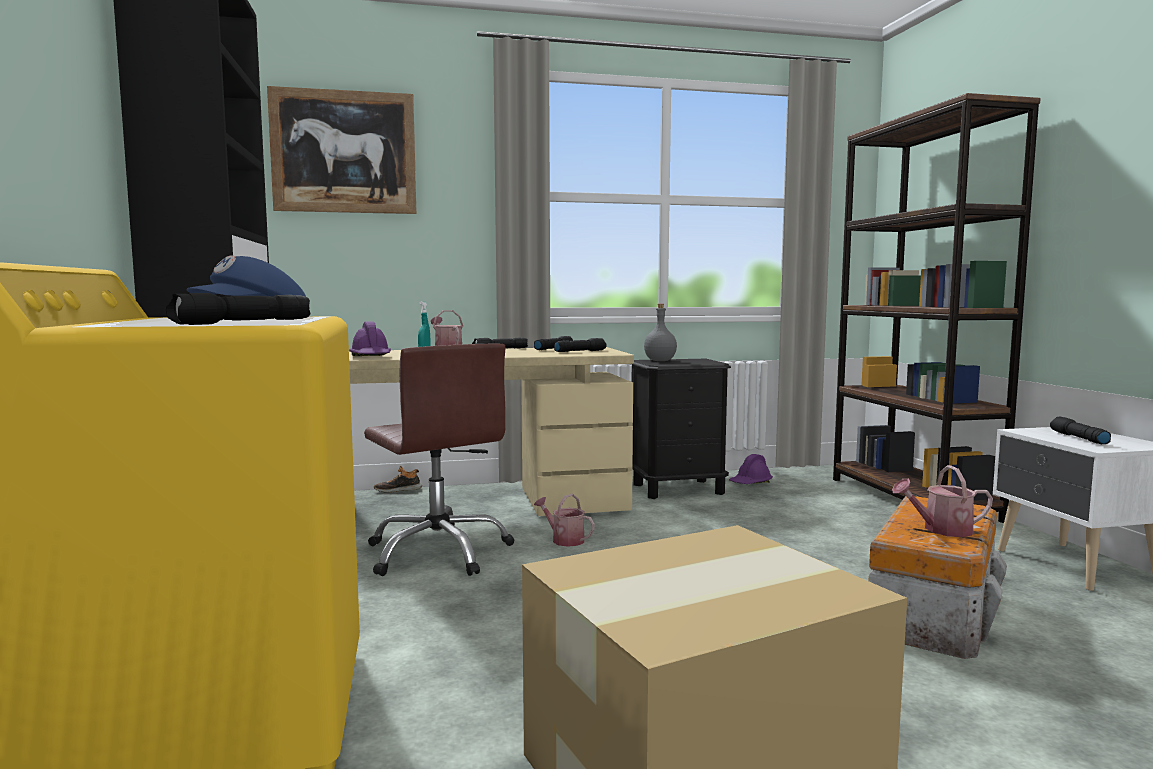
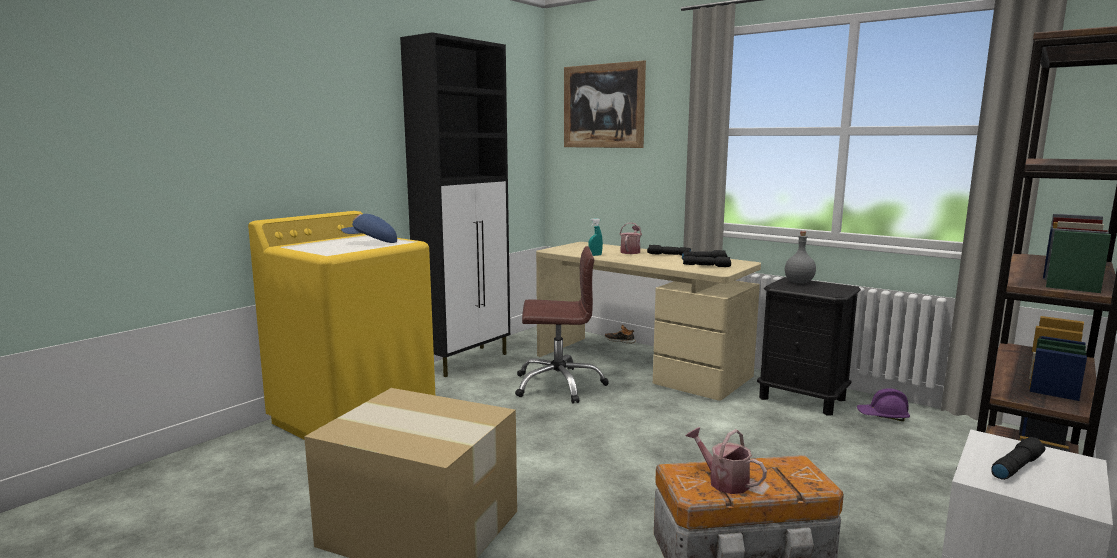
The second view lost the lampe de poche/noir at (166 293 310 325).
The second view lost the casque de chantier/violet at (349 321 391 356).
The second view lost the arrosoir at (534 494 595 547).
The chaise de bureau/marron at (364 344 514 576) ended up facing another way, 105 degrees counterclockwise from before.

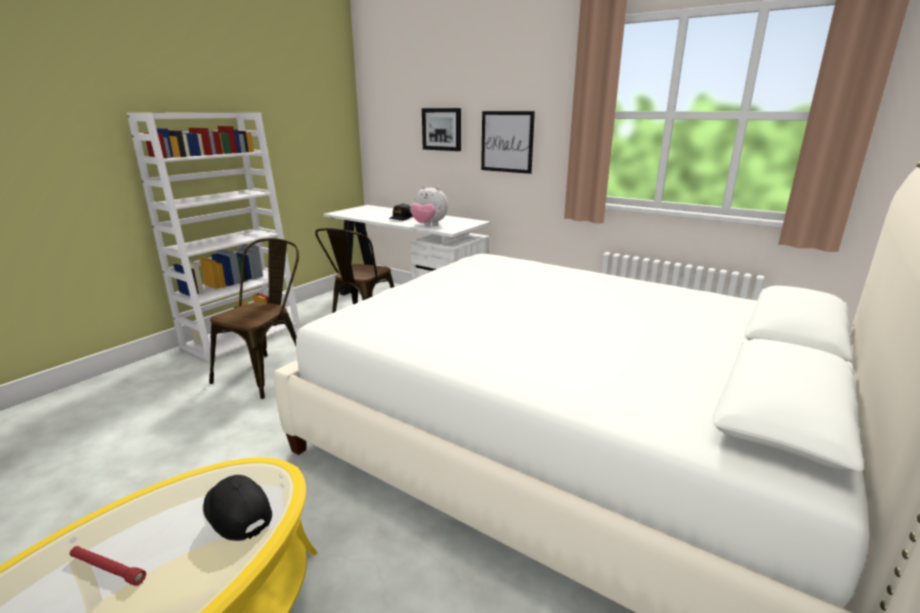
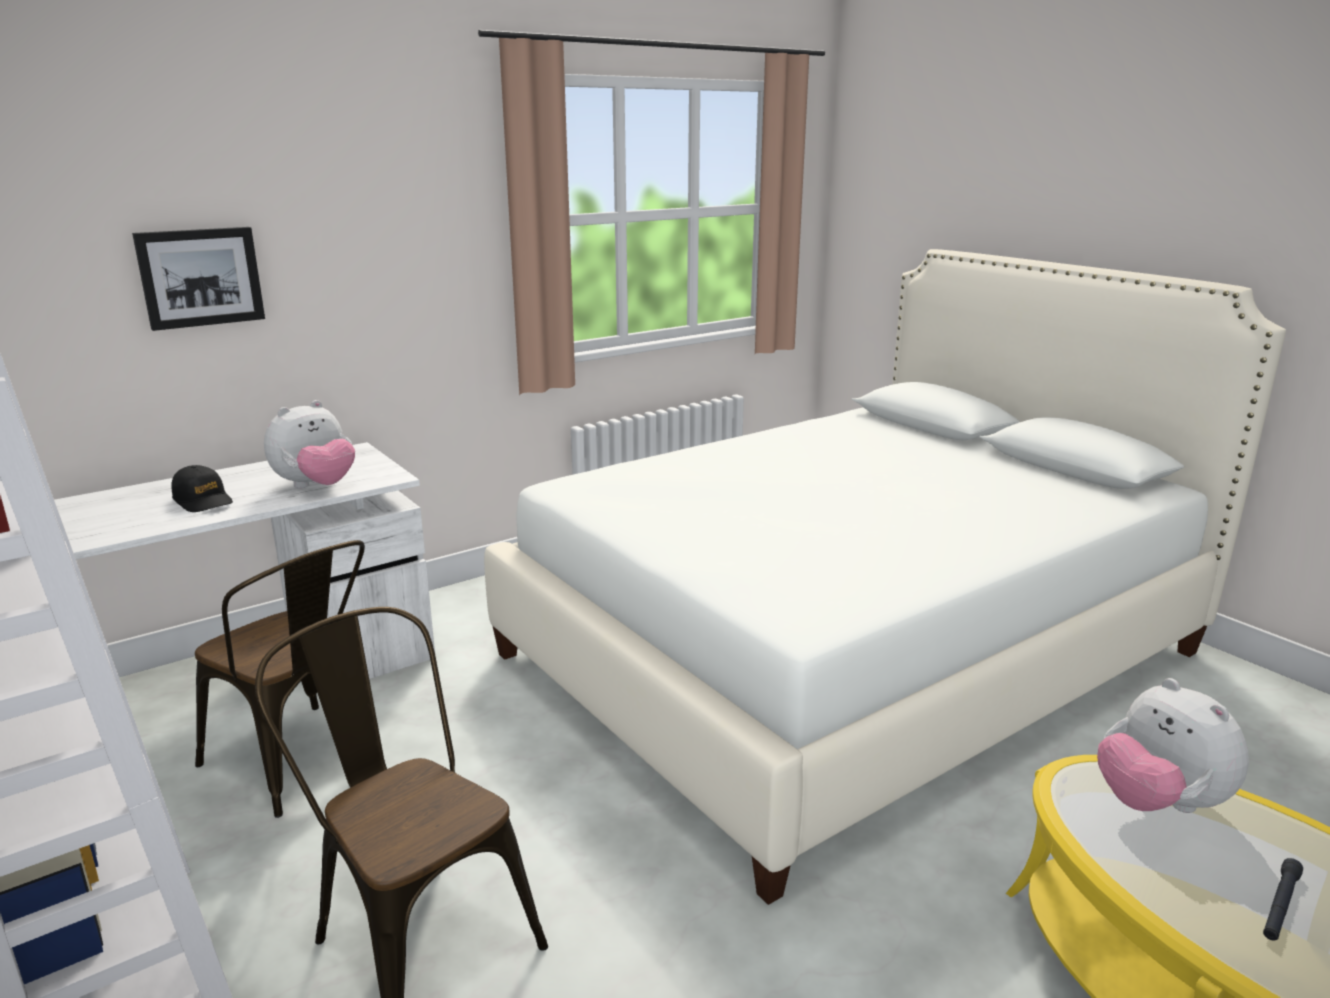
The second view lost the tableau at (481 111 535 174).
Where the casquette/noir stood at (203 475 272 541), the peluche came to stand at (1097 678 1249 813).
What was the lampe de poche/rouge at (70 546 146 586) turned into the lampe de poche/noir at (1263 858 1303 941).

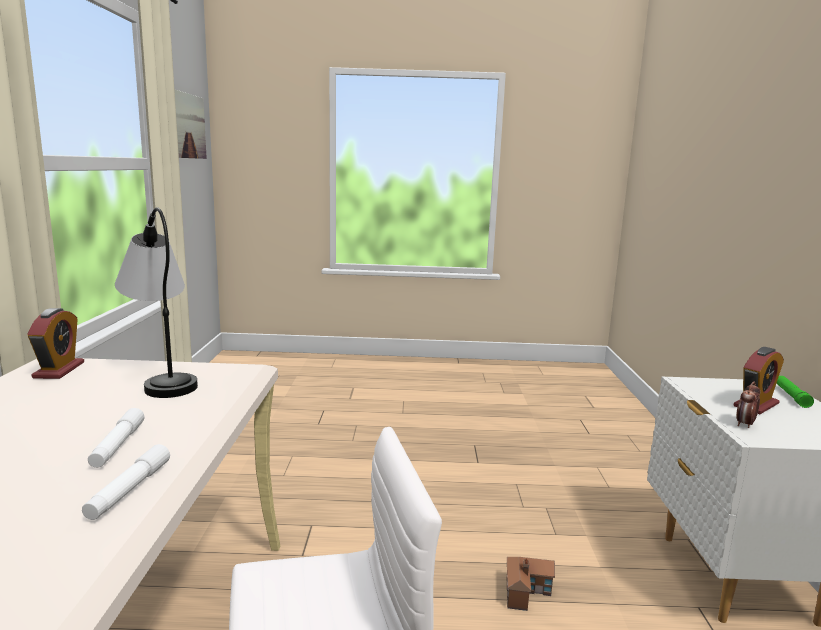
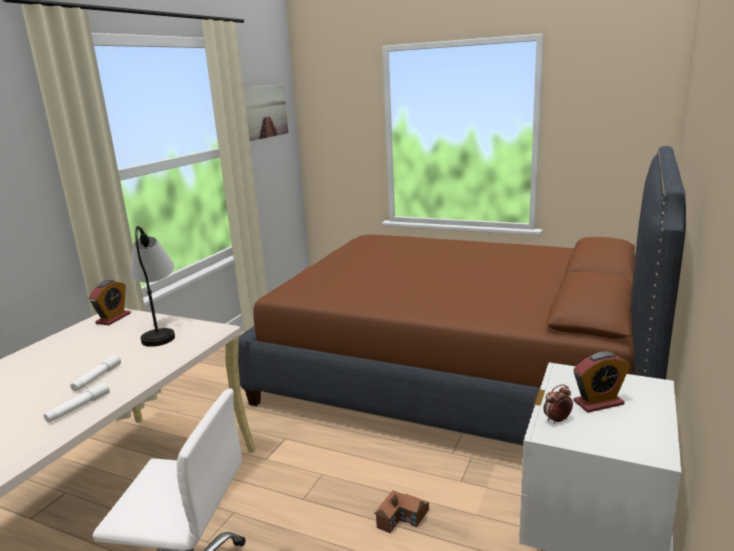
The second view lost the lampe de poche/vert at (776 376 814 408).
The second view gained the lit/marron at (238 146 686 445).

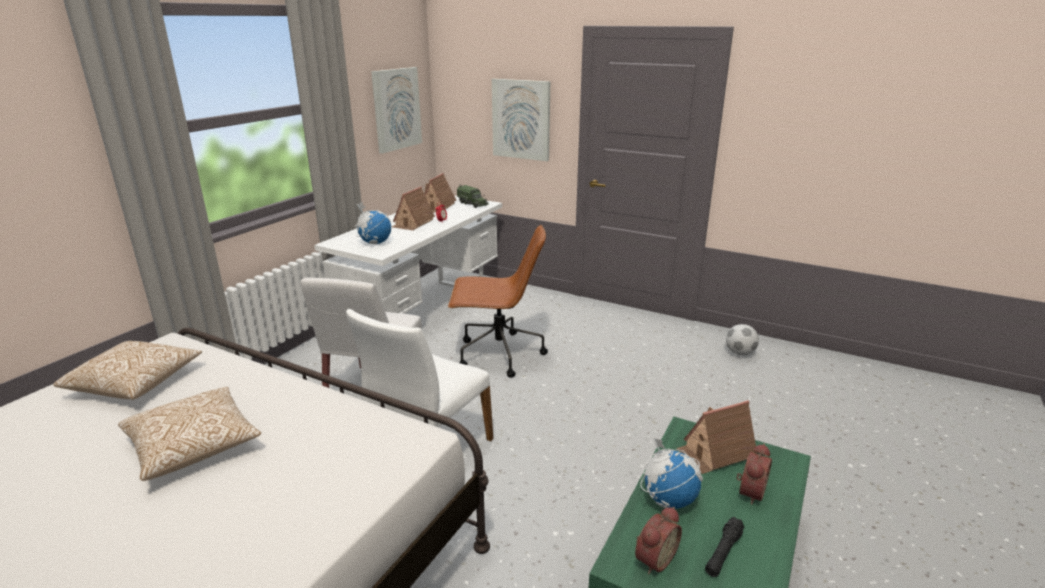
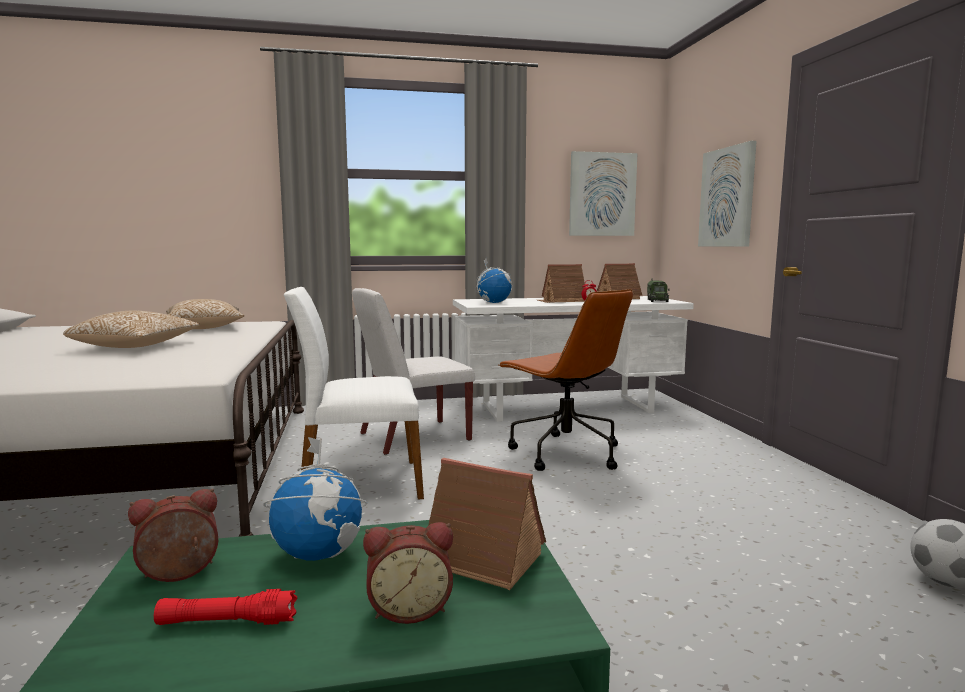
What was the lampe de poche/noir at (705 517 745 577) turned into the lampe de poche/rouge at (154 589 297 625).
The réveil at (635 507 682 574) ended up facing another way, 150 degrees clockwise from before.

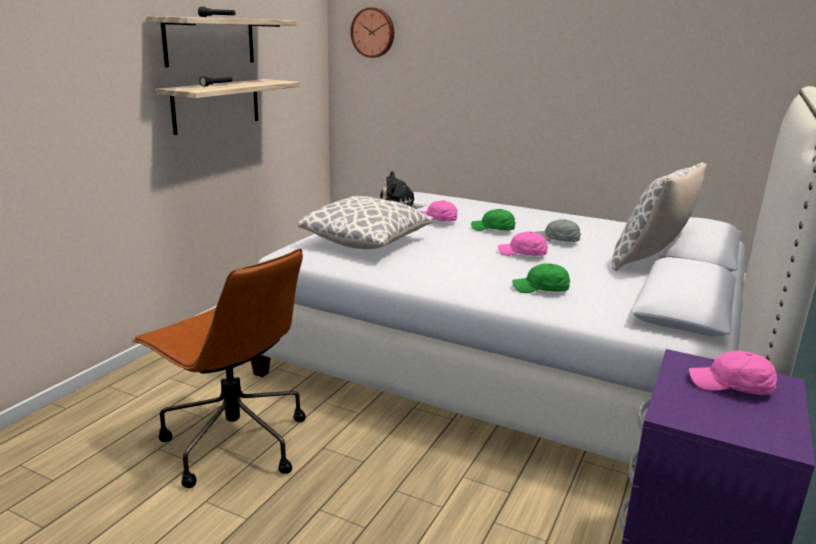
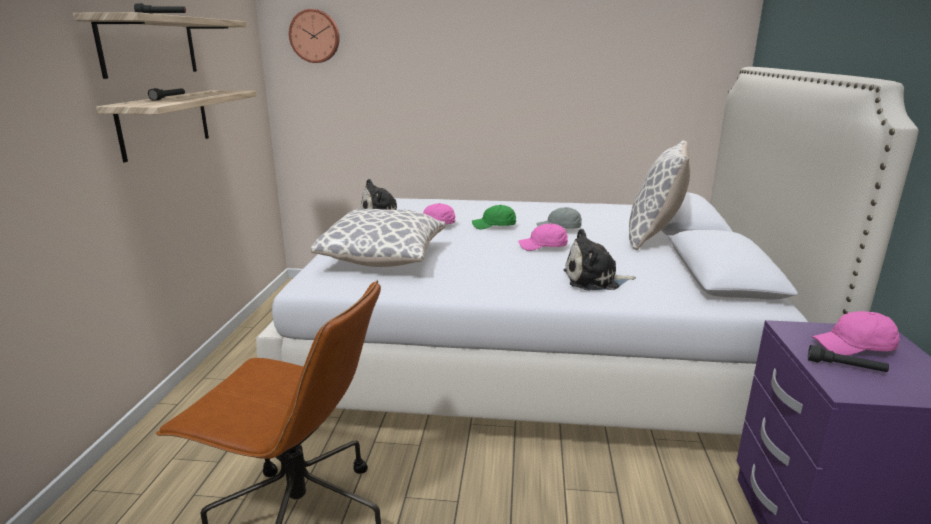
The second view gained the lampe de poche/noir at (808 345 889 372).
Where the casquette/vert stood at (512 263 570 293), the peluche came to stand at (564 229 636 290).

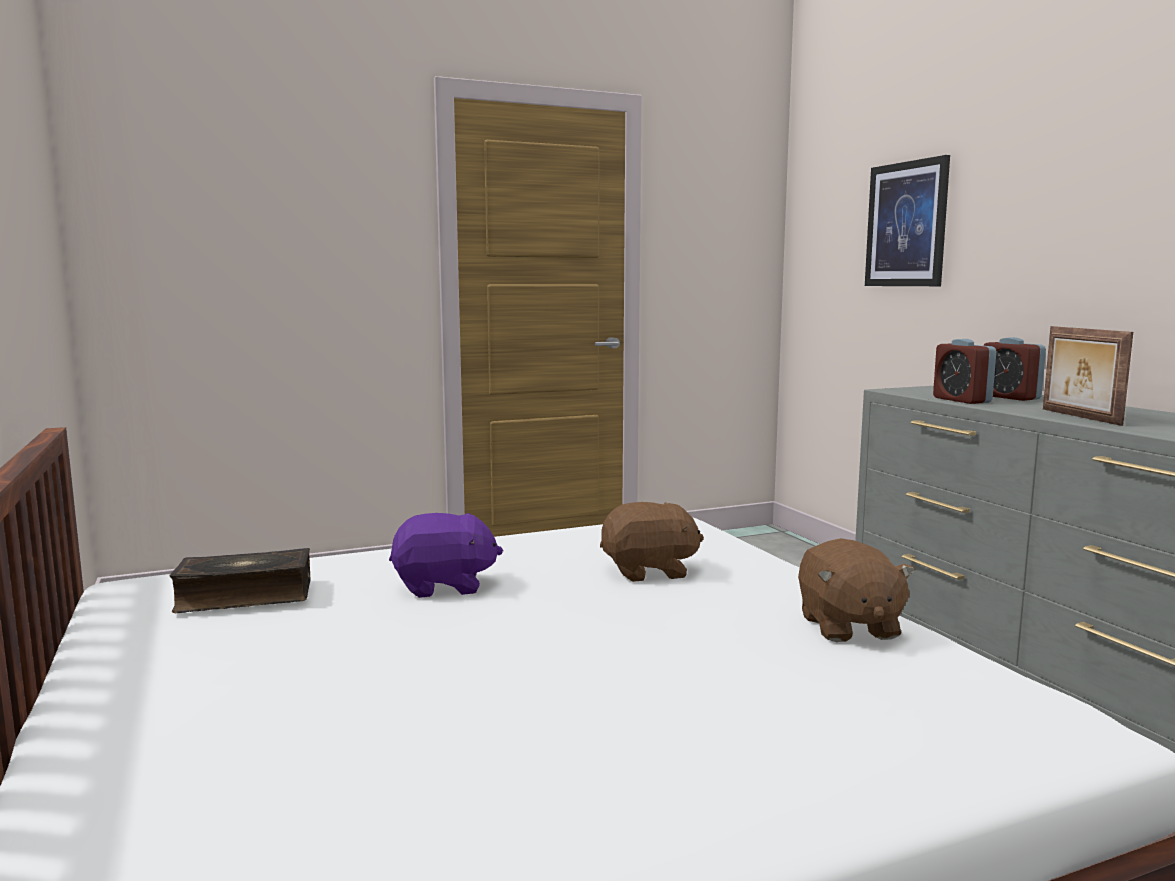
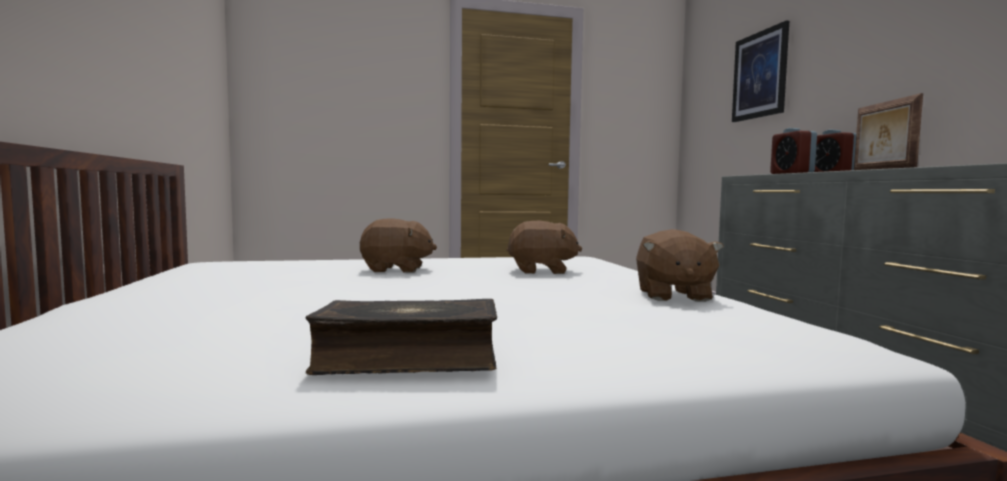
The livre ended up elsewhere, having gone from (169 548 311 613) to (305 299 497 375).
What was the peluche/violet at (389 513 503 598) turned into the peluche/marron at (360 218 437 273).

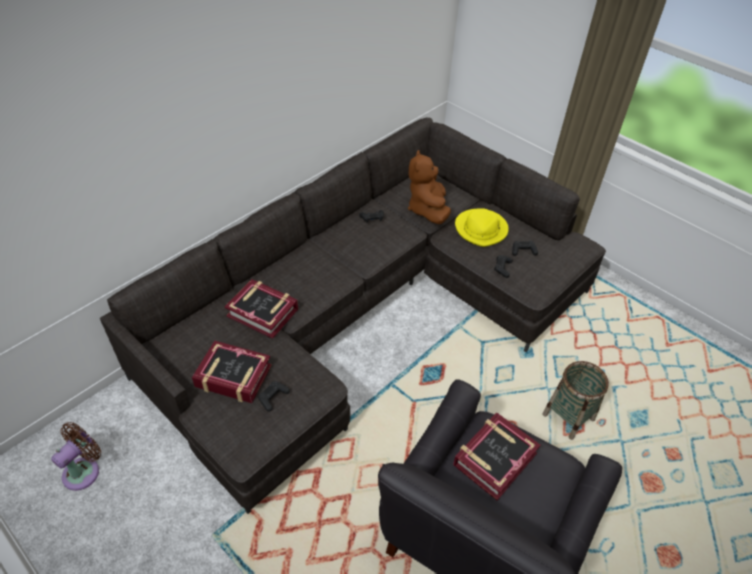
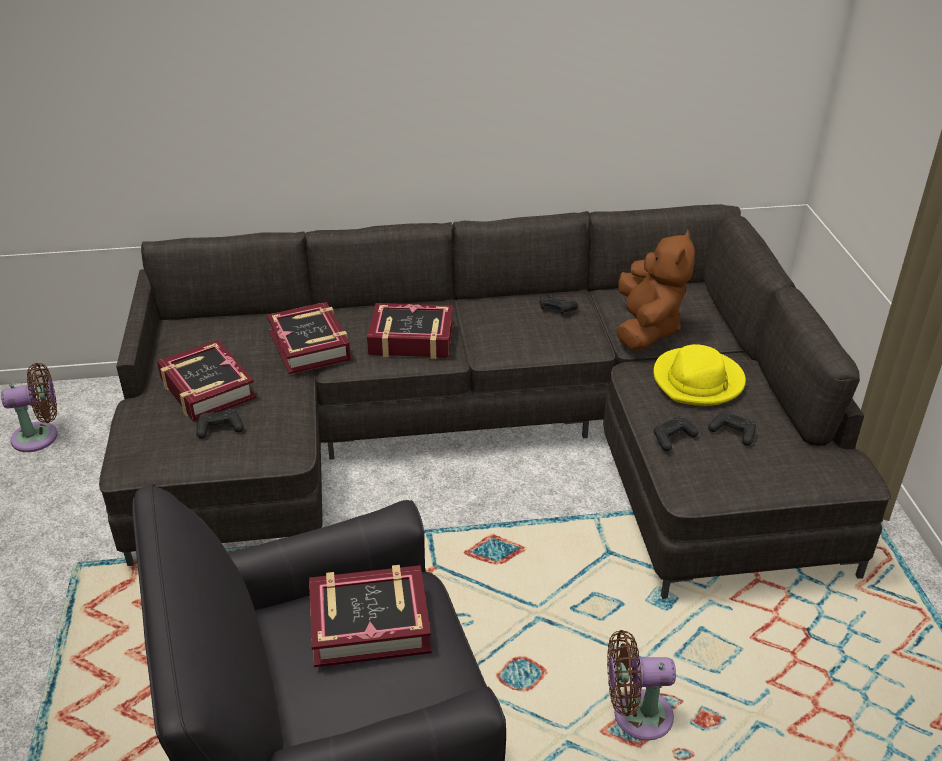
The second view gained the livre at (367 303 453 359).
Where the panier stood at (542 361 609 440), the ventilateur/marron came to stand at (607 630 676 740).
The peluche/marron at (408 150 451 224) ended up facing another way, 150 degrees clockwise from before.

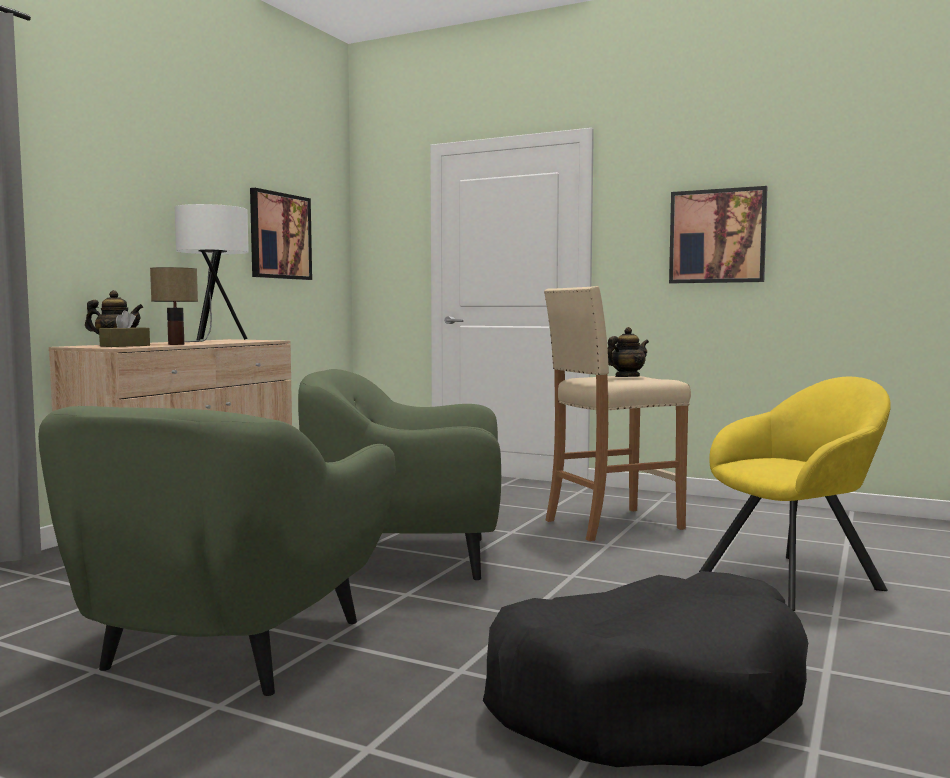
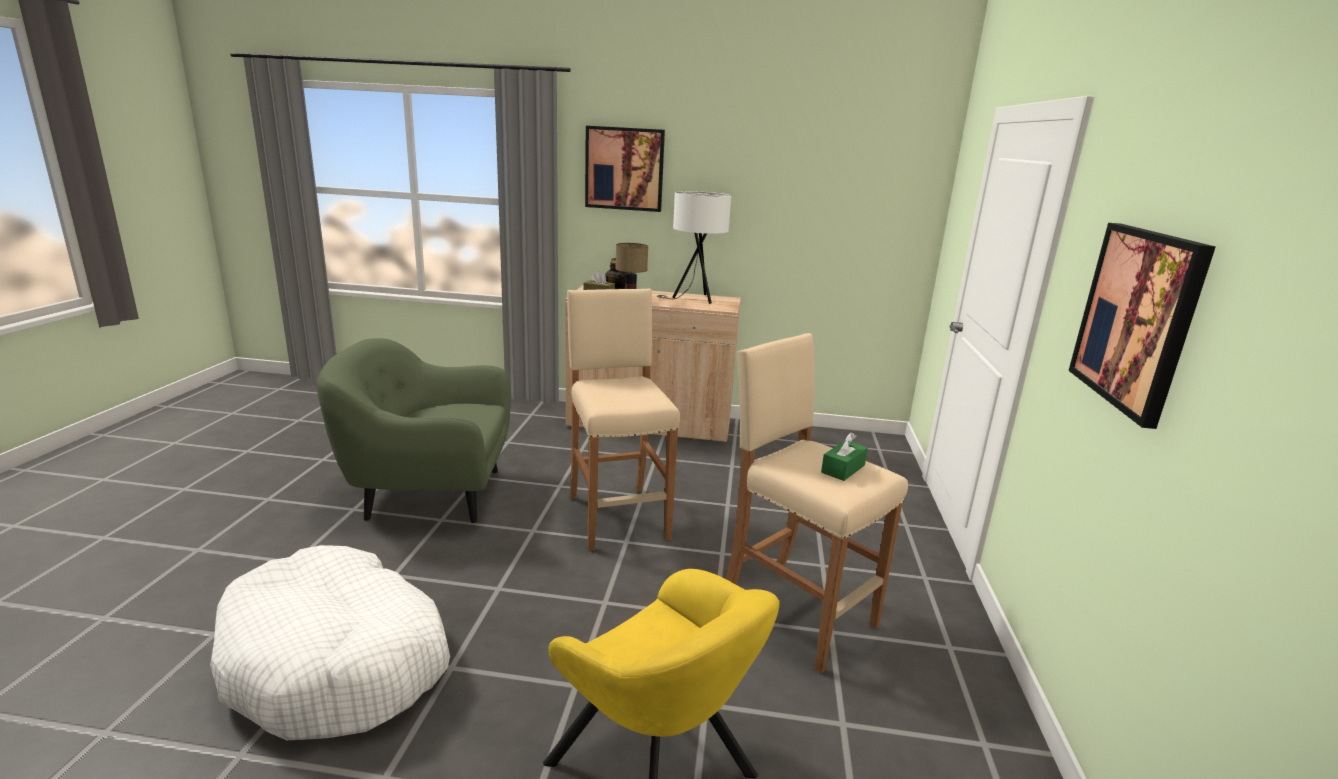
The tableau ended up elsewhere, having gone from (250 188 312 280) to (585 126 665 212).
Where the fauteuil/vert stood at (298 369 501 580), the tabouret/beige came to stand at (567 288 680 551).
Where the théière stood at (608 327 649 377), the boîte à mouchoirs/vert came to stand at (821 433 868 481).
What was the panier pour chien/noir at (483 571 808 767) turned into the panier pour chien/blanc at (210 545 450 740).

